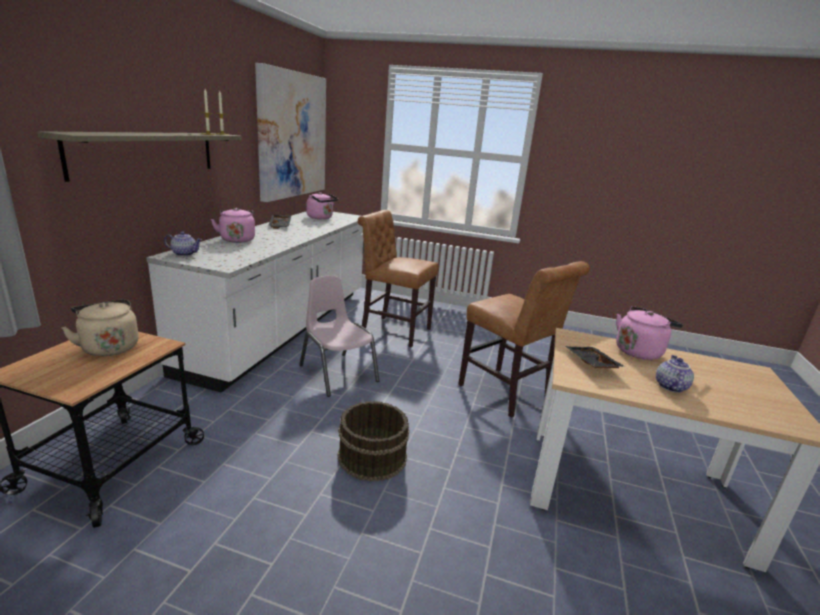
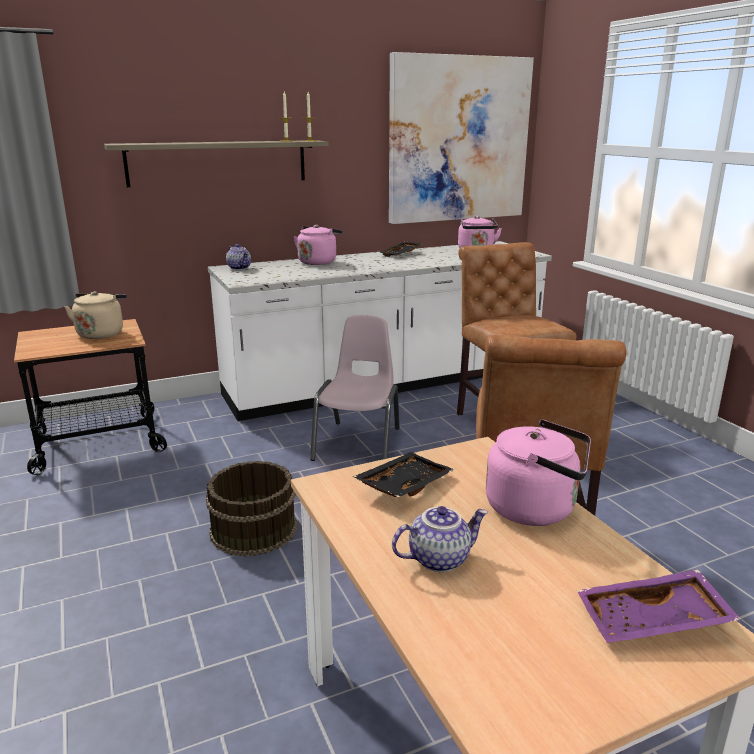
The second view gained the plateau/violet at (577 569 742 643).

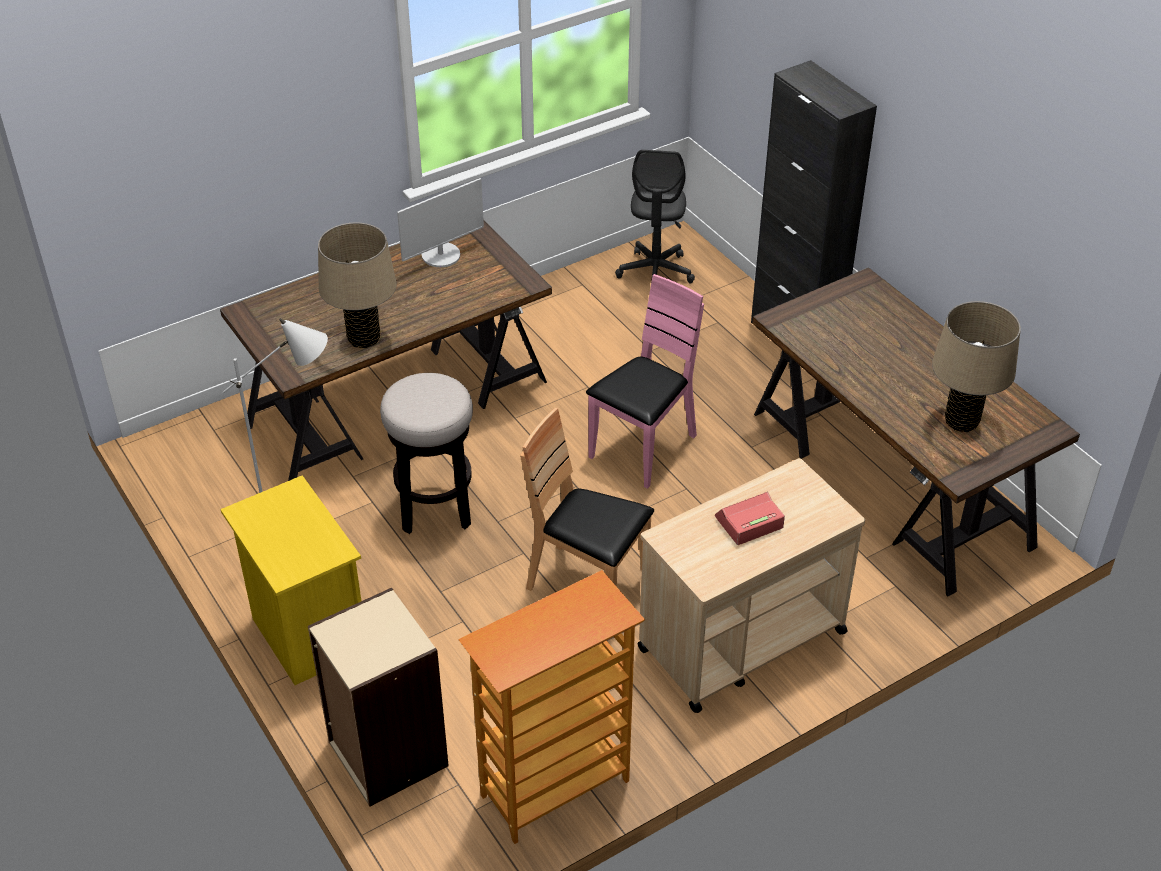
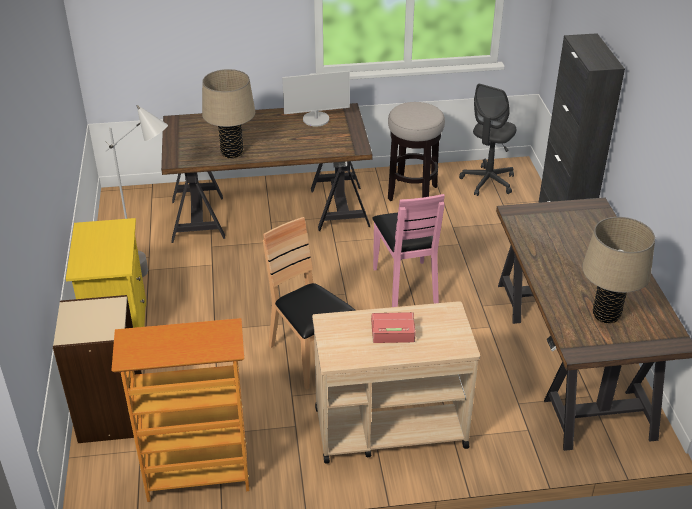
The tabouret ended up elsewhere, having gone from (380 373 473 534) to (388 102 445 201).
The chaise/rose at (586 274 704 489) ended up facing another way, 105 degrees clockwise from before.

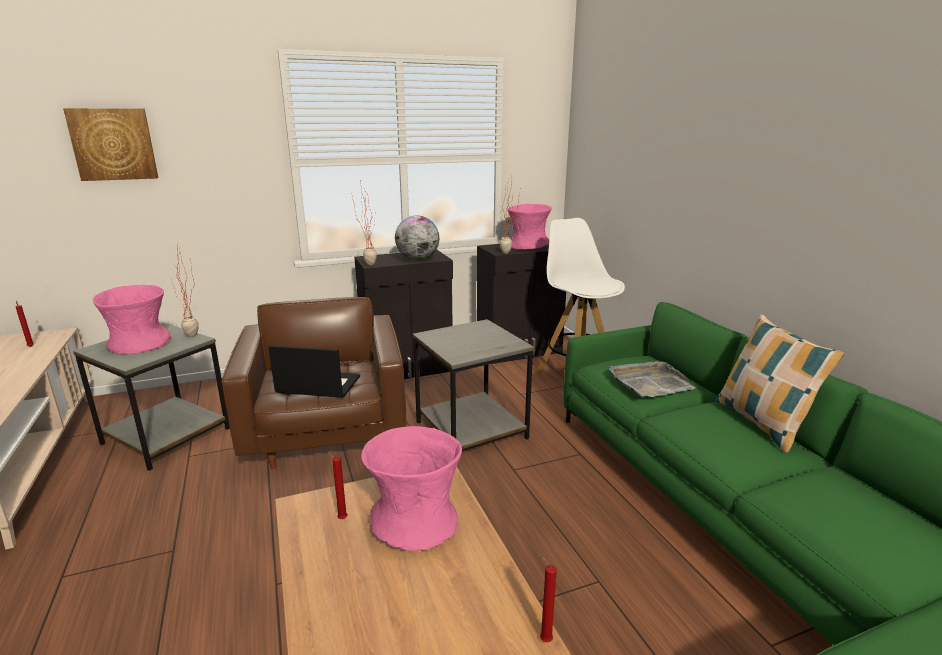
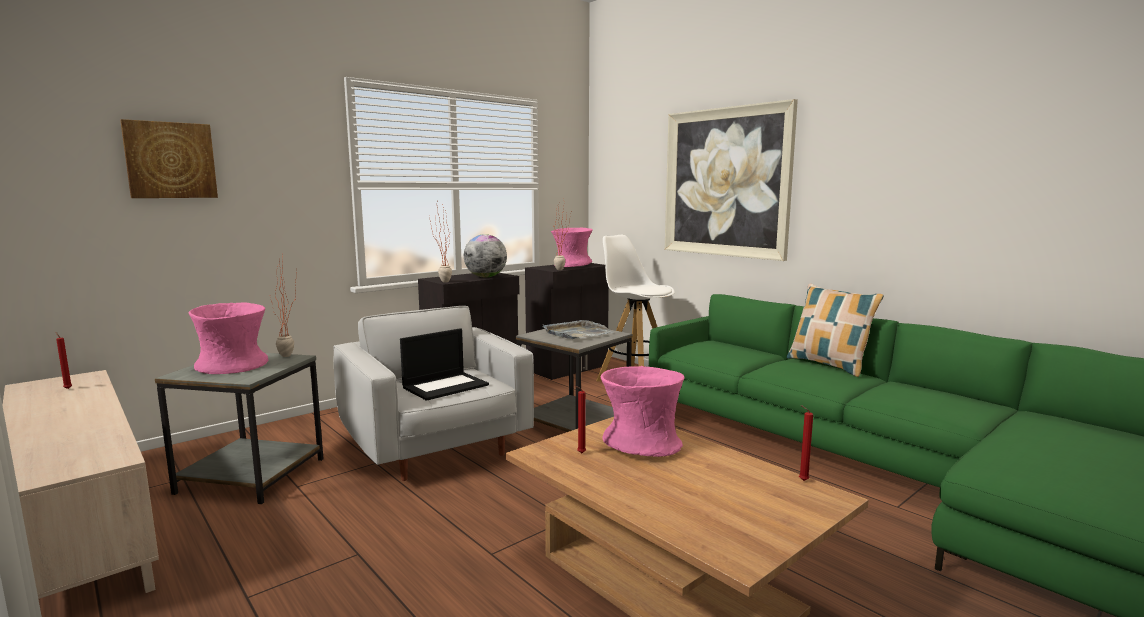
The second view gained the tableau at (665 99 798 261).
The plateau/gris ended up elsewhere, having gone from (609 361 696 397) to (542 320 613 339).
What was the fauteuil/marron at (222 297 406 469) turned into the fauteuil/blanc at (334 306 534 481).
The ordinateur portable at (268 345 360 398) ended up facing another way, 150 degrees clockwise from before.

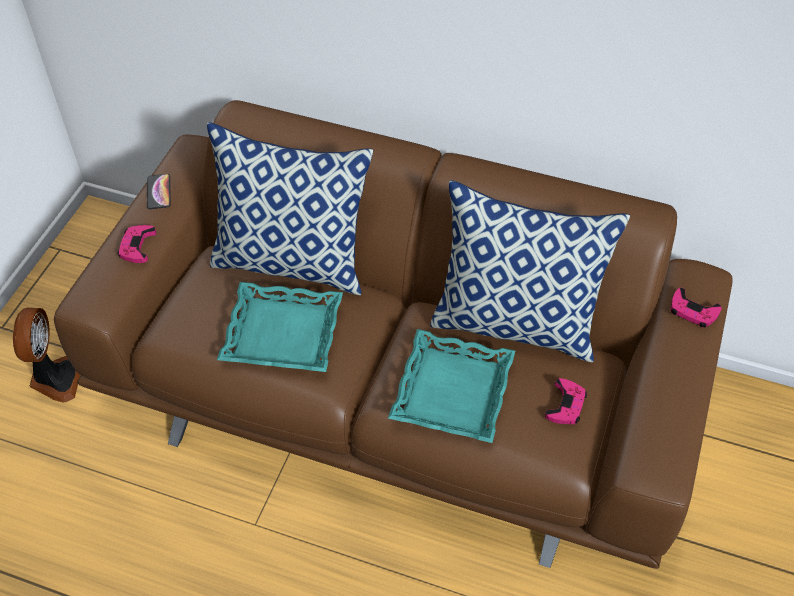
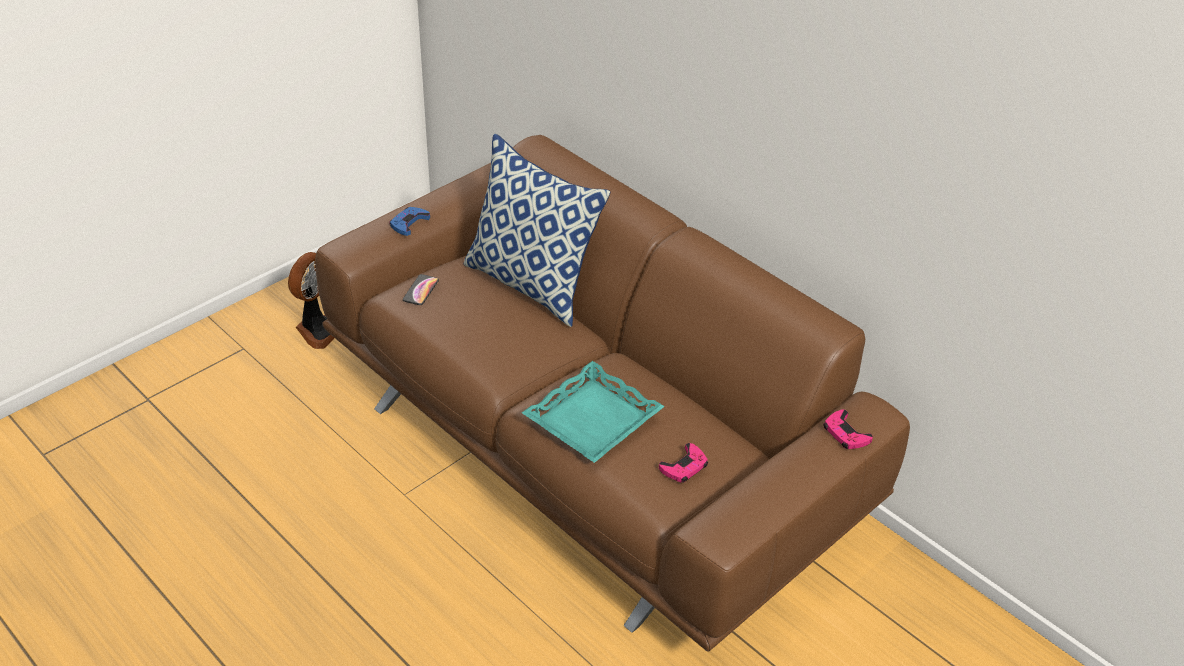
The second view lost the plateau/turquoise at (217 282 343 372).
The second view lost the coussin at (430 180 630 362).
The téléphone ended up elsewhere, having gone from (147 174 171 209) to (403 274 439 305).
What was the manette/rose at (117 225 156 263) turned into the manette/bleu at (389 207 430 236).

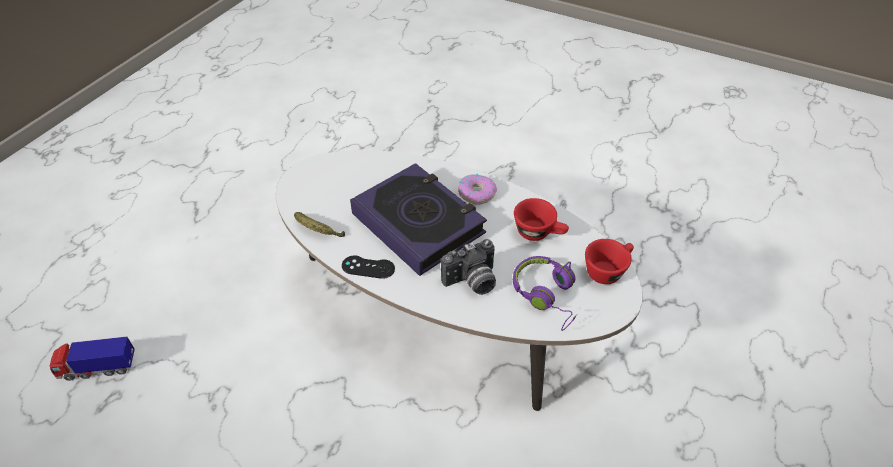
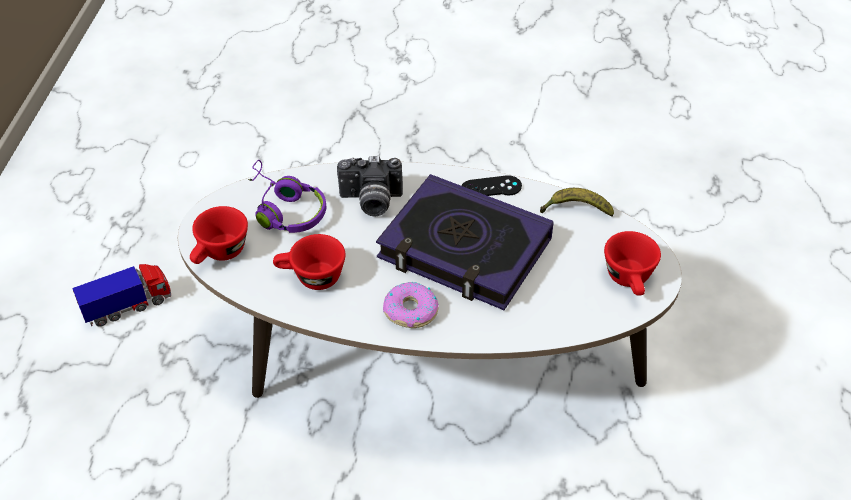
The second view gained the tasse/rouge at (604 231 661 295).
The camion jouet ended up elsewhere, having gone from (50 337 135 381) to (72 264 171 327).
The appareil photo at (441 239 496 295) ended up facing another way, 135 degrees counterclockwise from before.

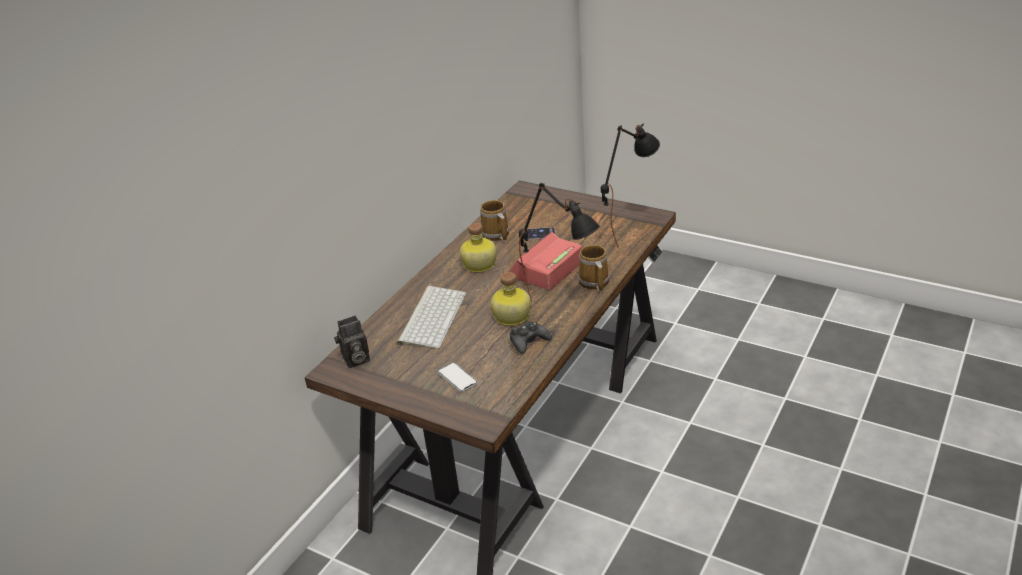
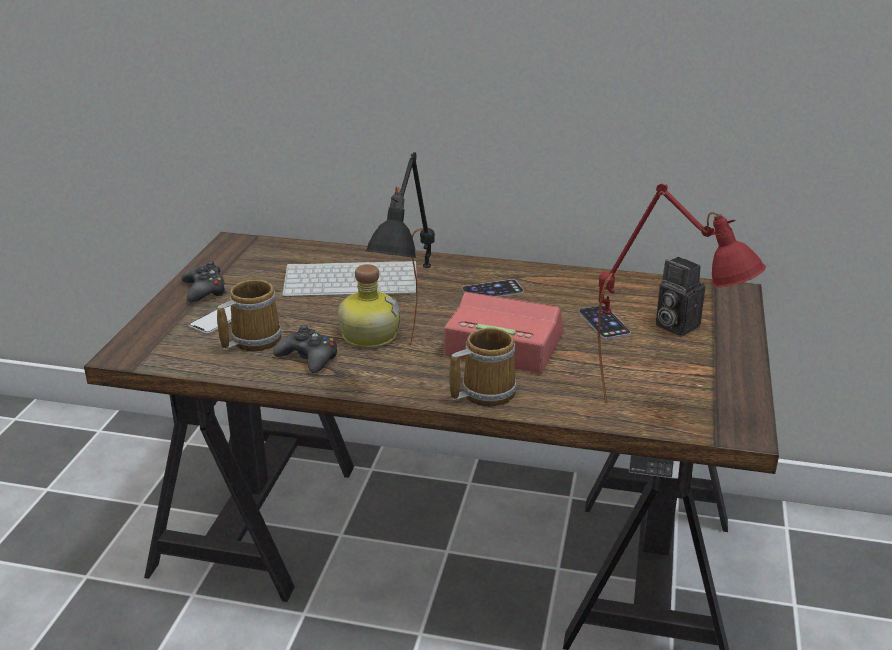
The second view gained the manette/noir at (182 261 227 302).
The appareil photo ended up elsewhere, having gone from (334 316 370 368) to (656 257 705 336).
The mug ended up elsewhere, having gone from (480 200 509 241) to (217 280 282 351).
Where the bouteille stood at (460 223 497 272), the téléphone came to stand at (462 279 524 297).
What was the lampe de table/noir at (601 124 660 247) turned into the lampe de table/rouge at (598 183 766 403).

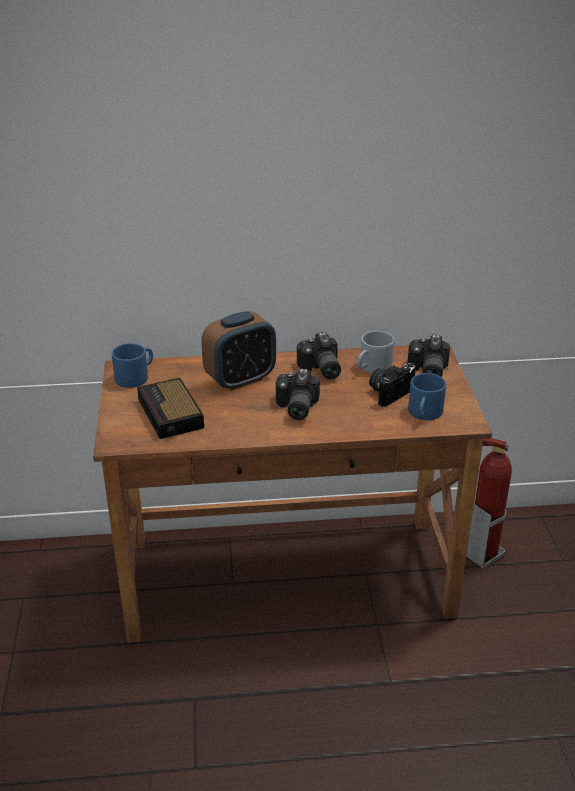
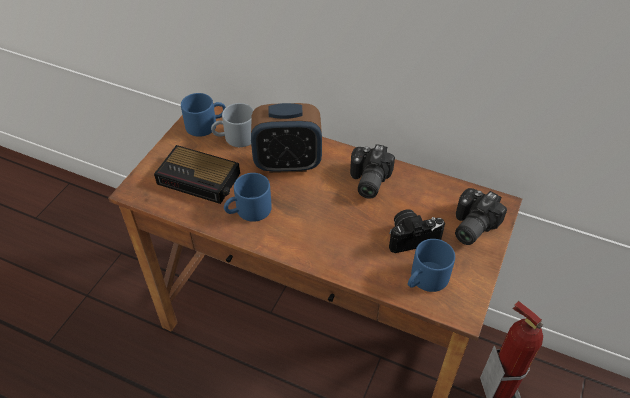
The second view lost the appareil photo at (276 368 320 420).
The second view gained the mug/bleu at (224 173 272 222).
The mug/gris ended up elsewhere, having gone from (357 331 394 374) to (211 103 254 147).
The réveil at (137 378 204 439) ended up facing another way, 75 degrees counterclockwise from before.

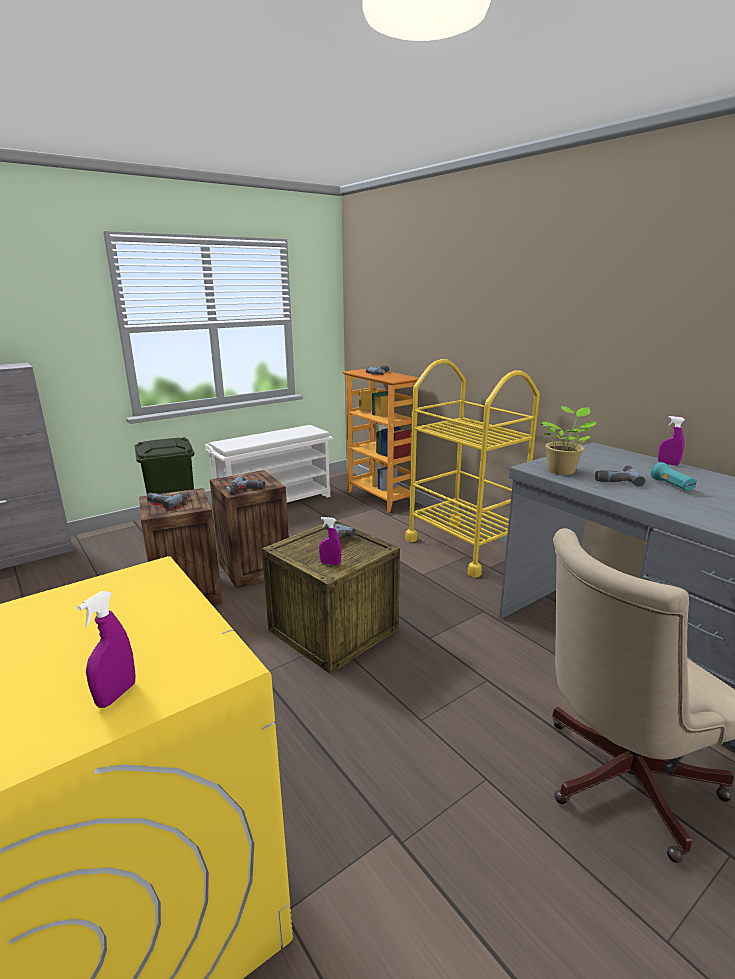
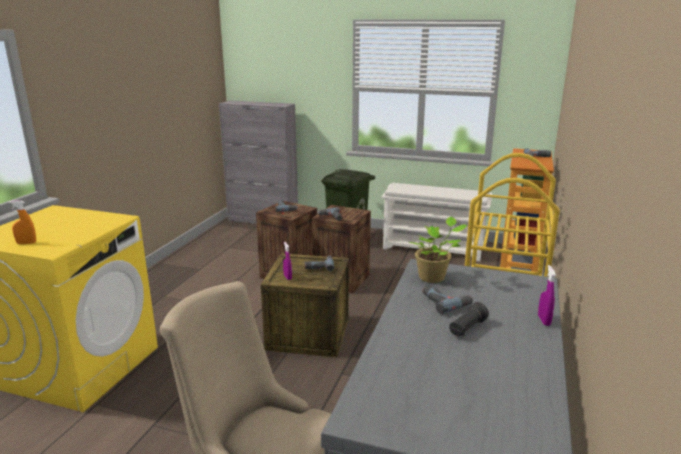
What was the vaporisateur/violet at (77 591 135 708) turned into the vaporisateur/orange at (9 200 36 244).
What was the lampe de poche/turquoise at (651 462 697 491) turned into the lampe de poche/noir at (449 302 489 336).

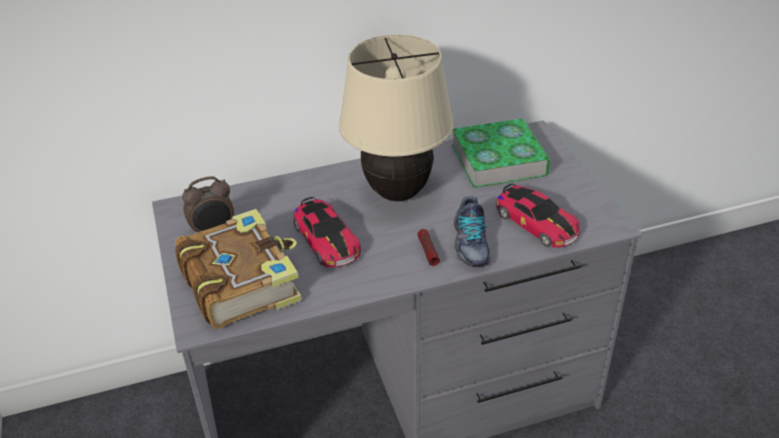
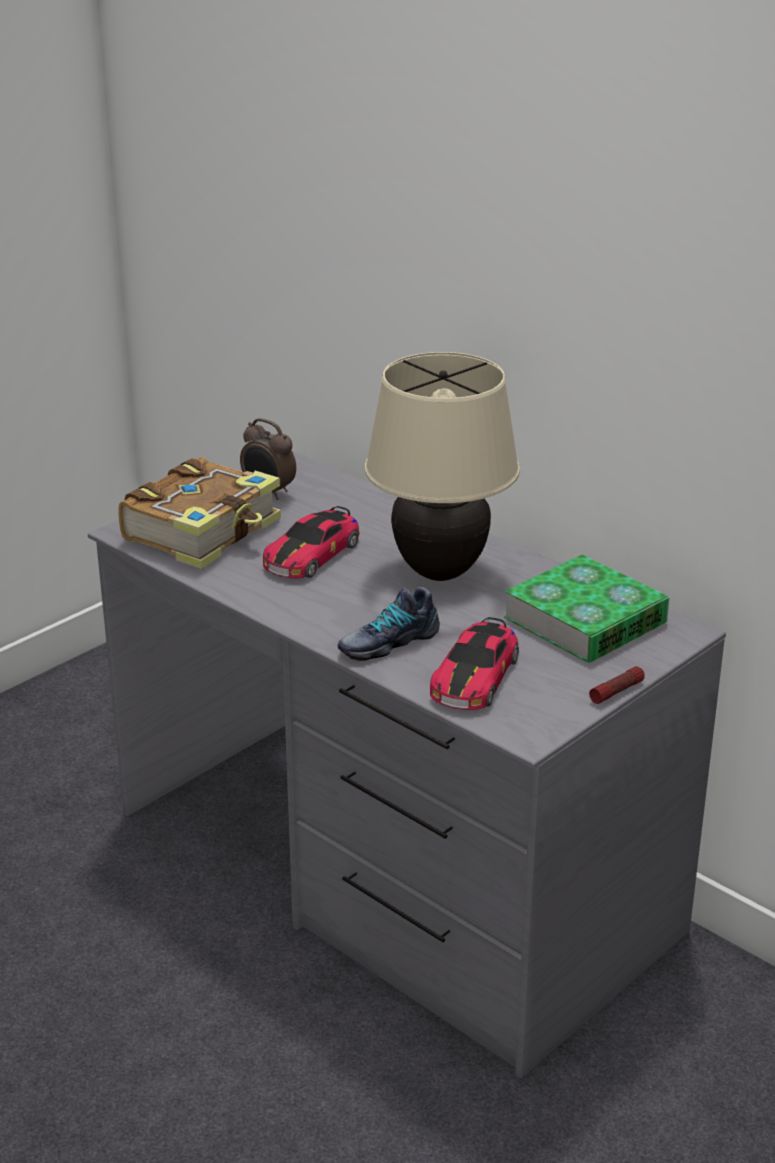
The lampe de poche ended up elsewhere, having gone from (417 229 440 266) to (589 666 645 704).

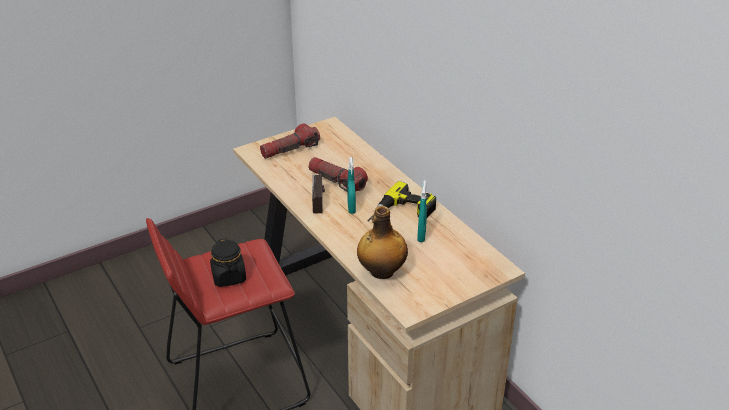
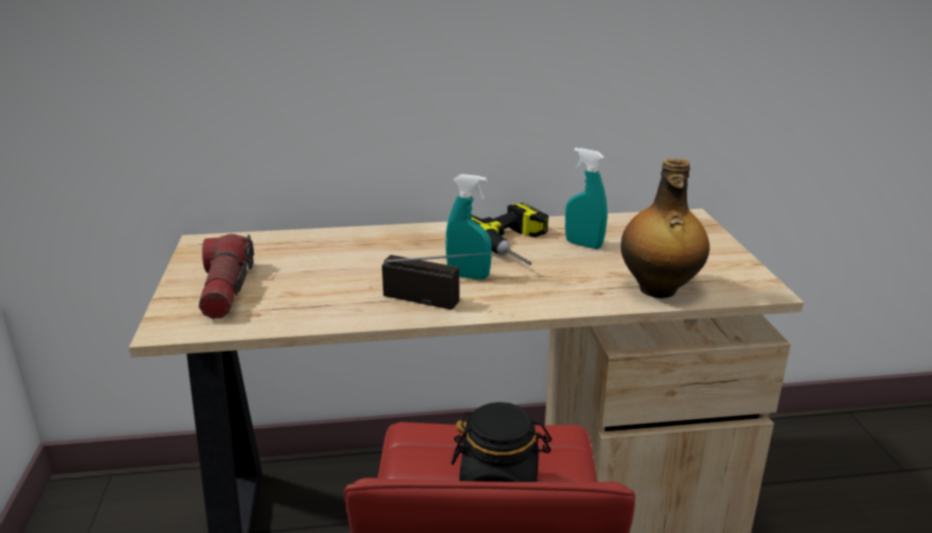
The second view lost the lampe de poche at (308 157 368 191).

